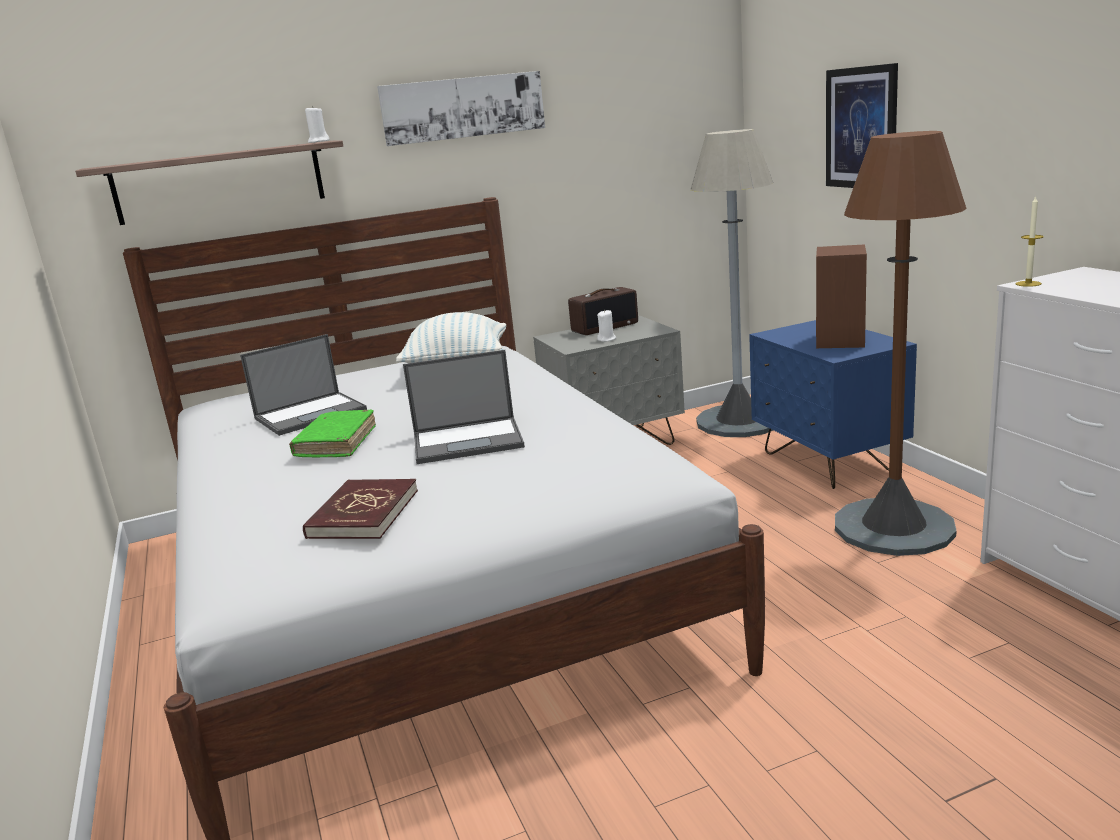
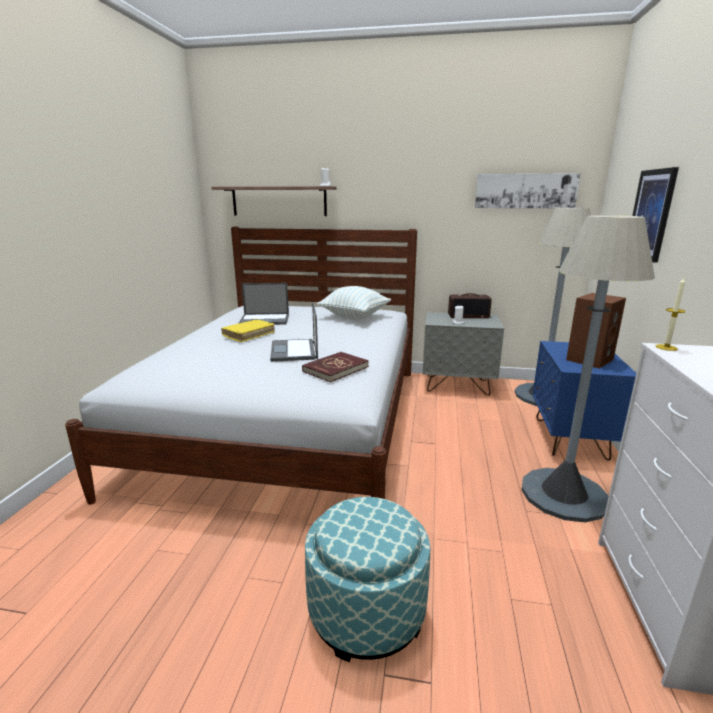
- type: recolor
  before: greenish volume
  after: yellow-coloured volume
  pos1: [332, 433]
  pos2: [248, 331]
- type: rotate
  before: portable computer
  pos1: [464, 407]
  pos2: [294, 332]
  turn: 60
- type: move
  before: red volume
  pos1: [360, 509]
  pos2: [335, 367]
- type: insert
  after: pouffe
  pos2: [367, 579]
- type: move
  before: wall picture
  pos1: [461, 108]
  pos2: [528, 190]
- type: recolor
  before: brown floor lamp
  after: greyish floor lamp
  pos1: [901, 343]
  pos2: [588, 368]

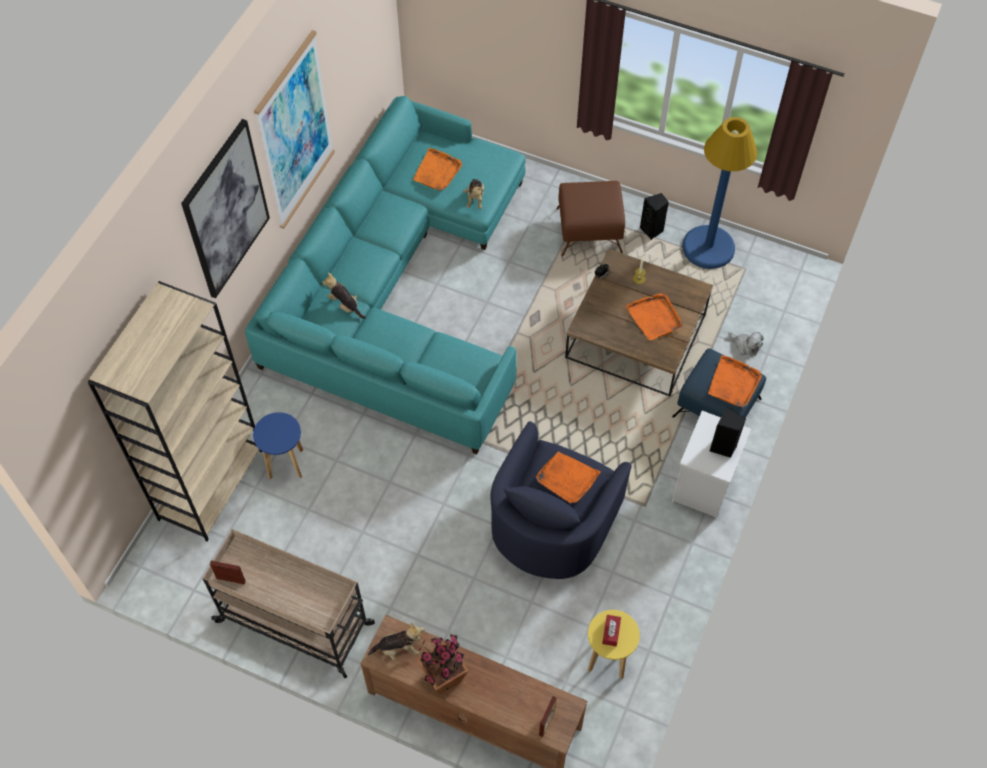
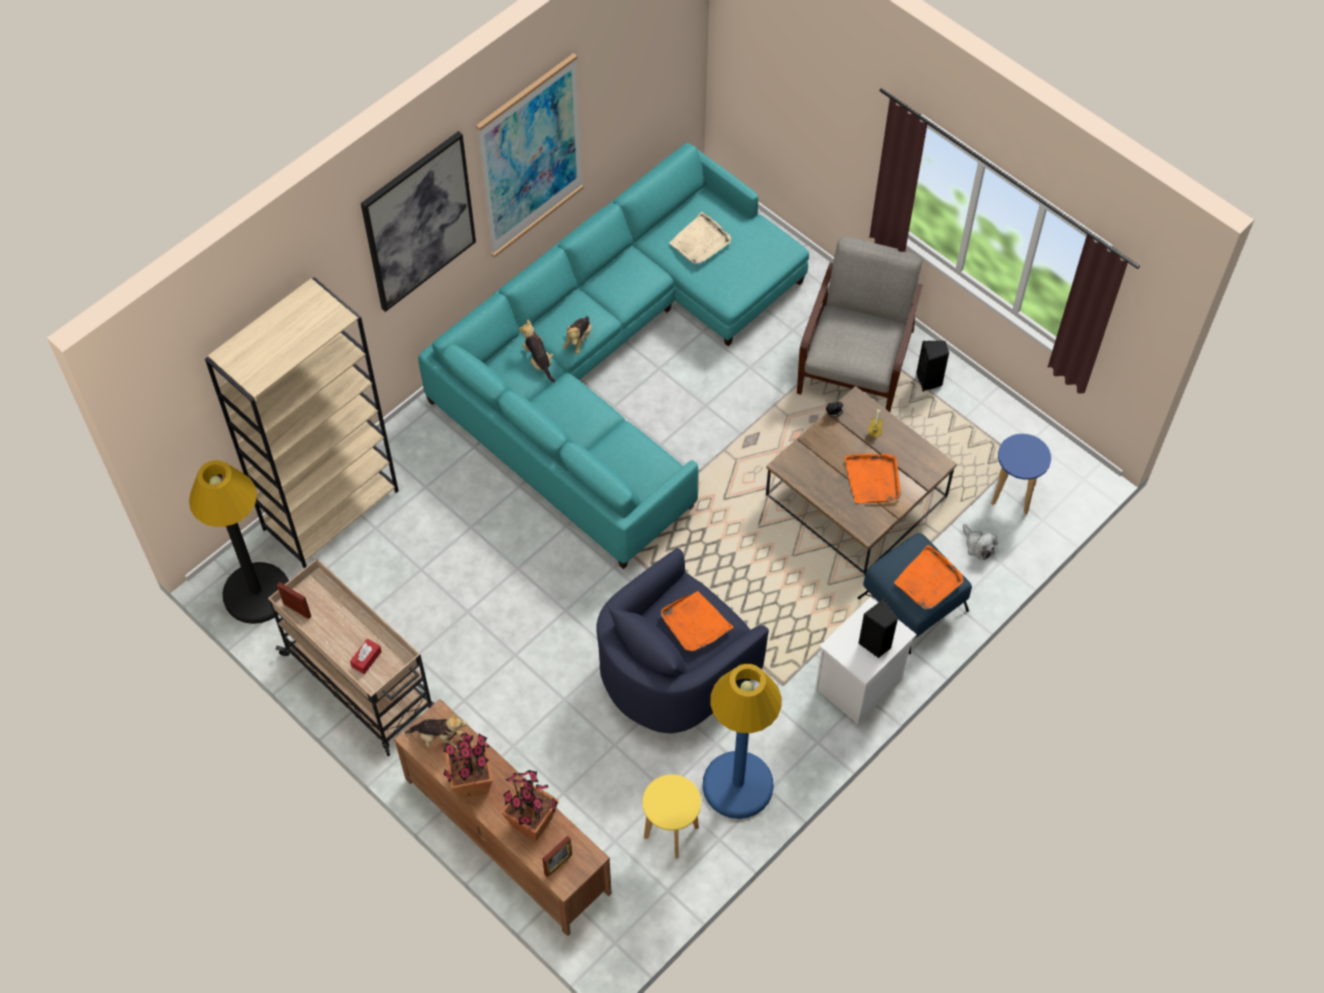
- type: insert
  after: black-coloured floor lamp
  pos2: [239, 542]
- type: move
  before: red tissue box
  pos1: [611, 630]
  pos2: [366, 656]
- type: insert
  after: potted plant
  pos2: [530, 805]
- type: move
  before: cuddly toy
  pos1: [474, 194]
  pos2: [577, 335]
- type: recolor
  before: orange carrying tray
  after: sand-coloured carrying tray
  pos1: [437, 169]
  pos2: [700, 238]
- type: move
  before: blue floor lamp
  pos1: [719, 193]
  pos2: [742, 741]
- type: replace
  before: brown pouffe
  after: greyish easy chair
  pos1: [590, 218]
  pos2: [860, 324]
- type: move
  before: blue stool
  pos1: [278, 445]
  pos2: [1021, 474]

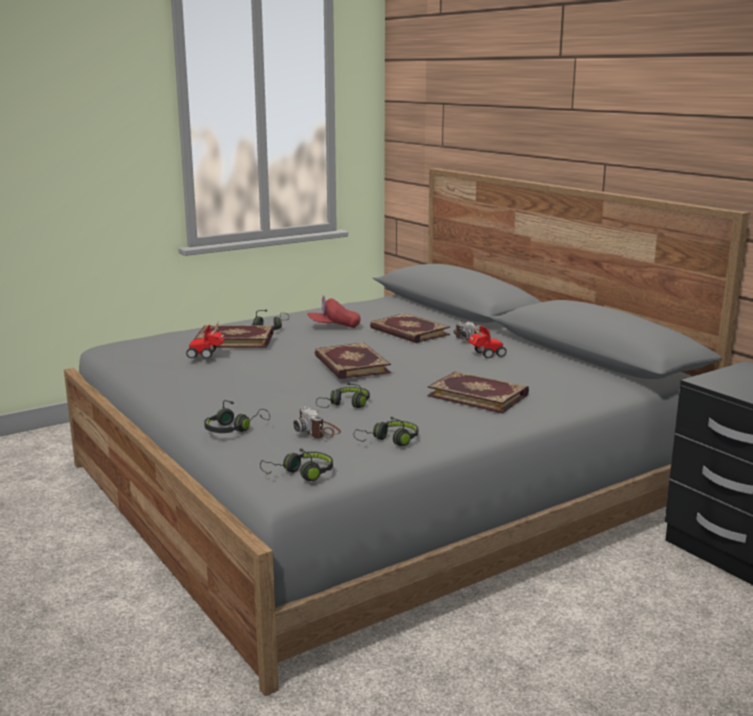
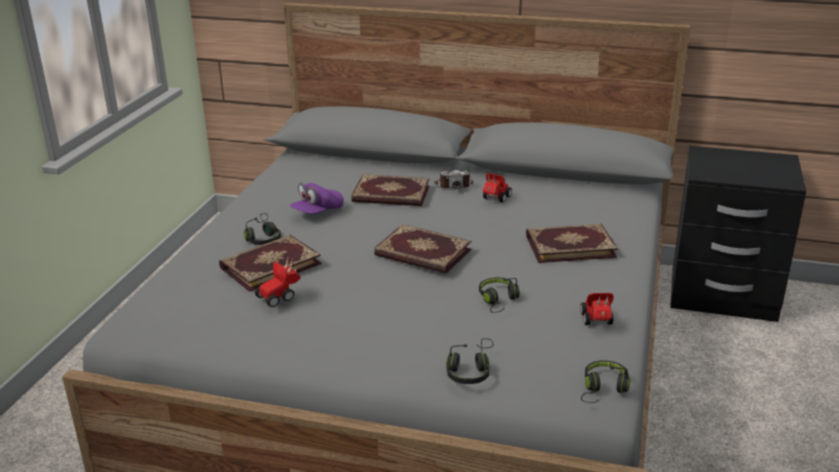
- type: recolor
  before: red cap
  after: purplish cap
  pos1: [334, 312]
  pos2: [317, 198]
- type: replace
  before: black-coloured pair of headphones
  after: model car
  pos1: [385, 431]
  pos2: [597, 309]
- type: delete
  before: still camera
  pos1: [317, 422]

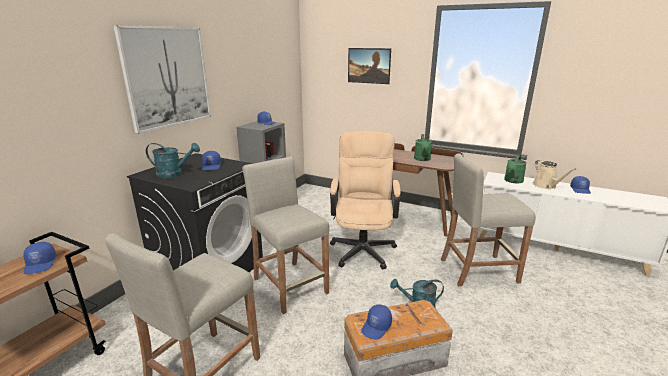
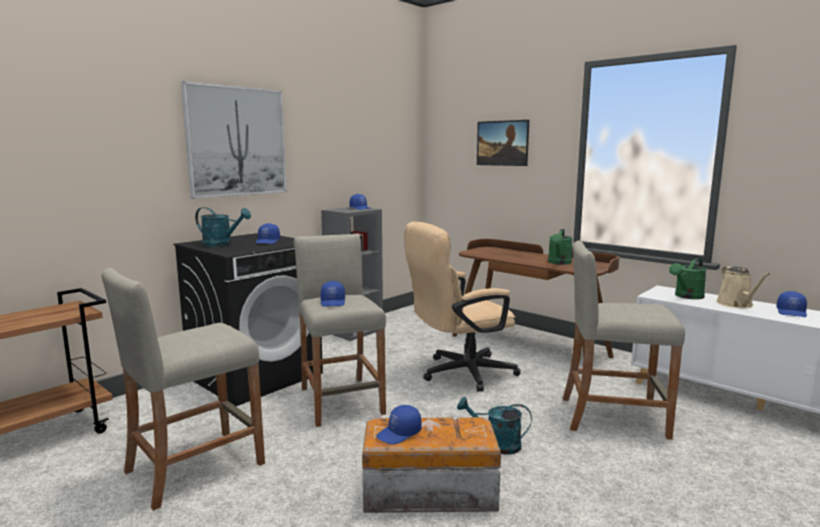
- type: move
  before: blue cap
  pos1: [40, 258]
  pos2: [333, 293]
- type: rotate
  before: sand-coloured desk chair
  pos1: [365, 200]
  pos2: [462, 307]
  turn: -135

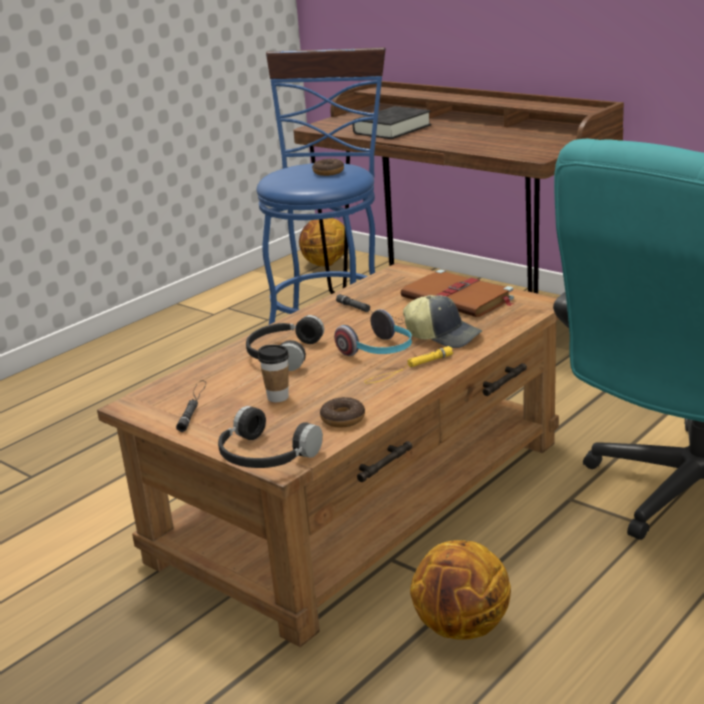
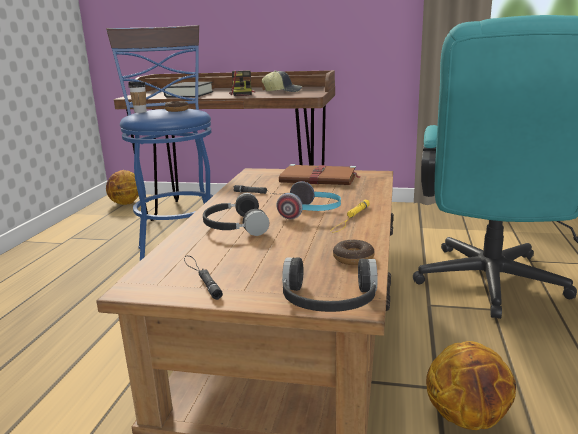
- type: move
  before: small cup
  pos1: [273, 373]
  pos2: [137, 97]
- type: insert
  after: still camera
  pos2: [242, 83]
- type: move
  before: cap
  pos1: [442, 321]
  pos2: [282, 81]

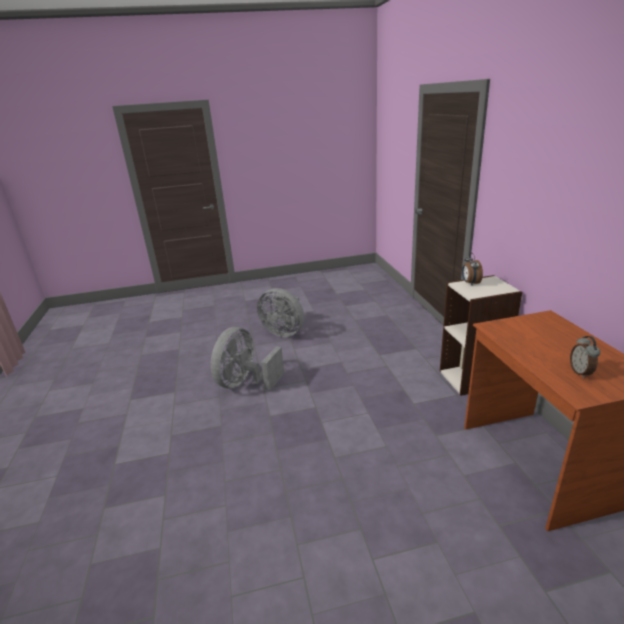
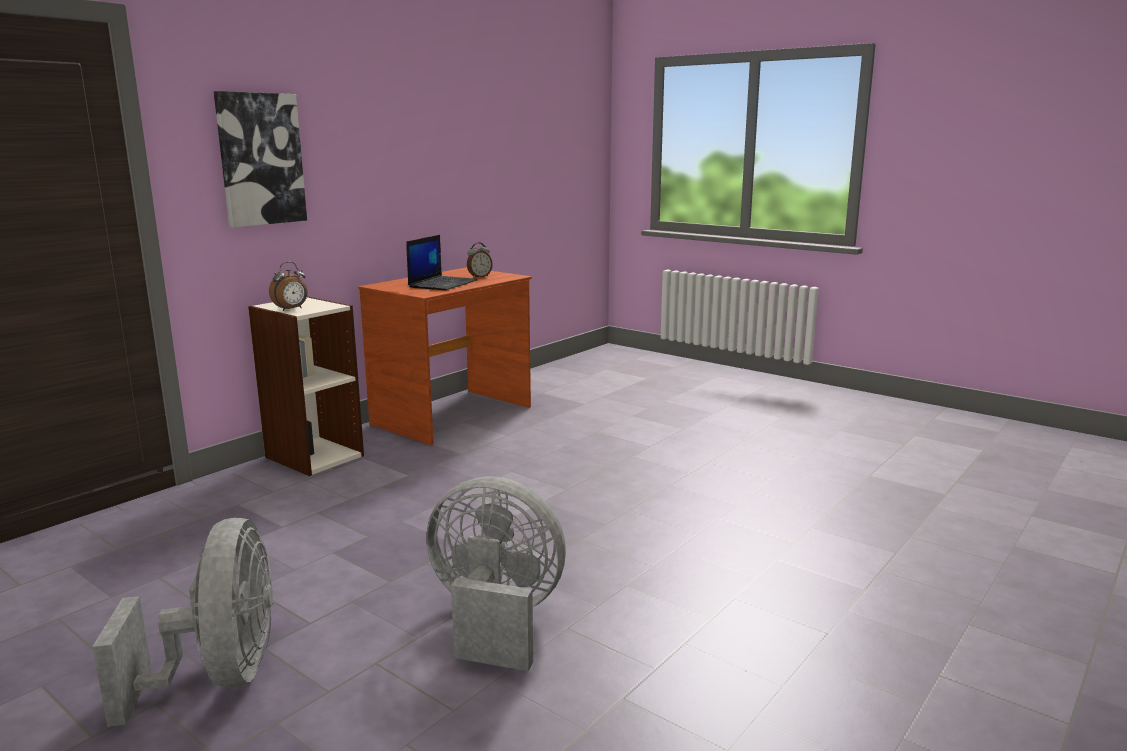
- type: insert
  after: wall picture
  pos2: [260, 159]
- type: insert
  after: portable computer
  pos2: [441, 263]
- type: rotate
  before: greyish fan
  pos1: [247, 359]
  pos2: [496, 573]
  turn: -150

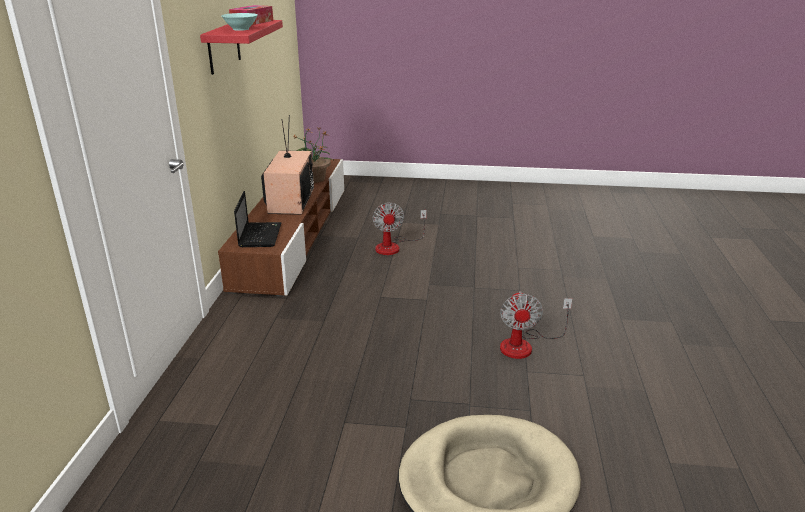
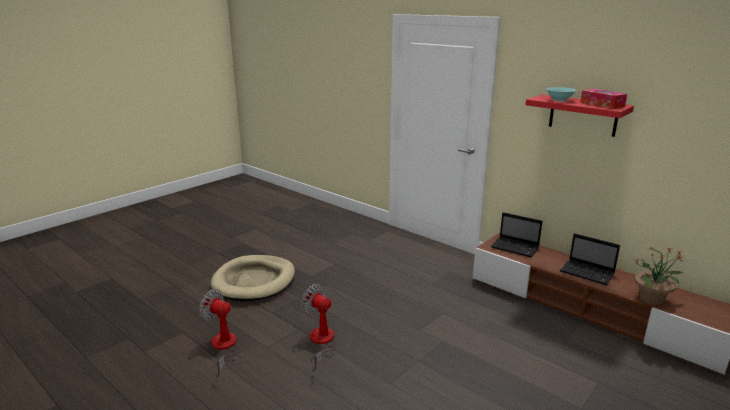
- type: move
  before: fan
  pos1: [400, 228]
  pos2: [219, 333]
- type: replace
  before: television
  after: portable computer
  pos1: [287, 165]
  pos2: [590, 259]

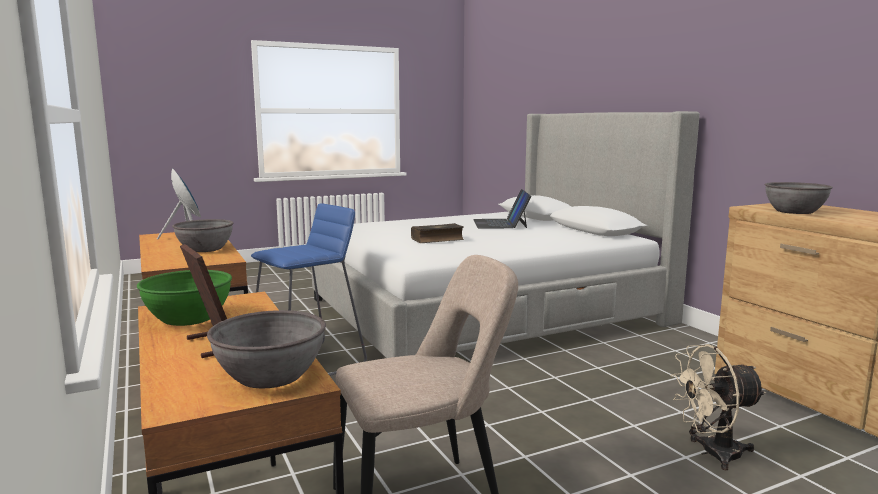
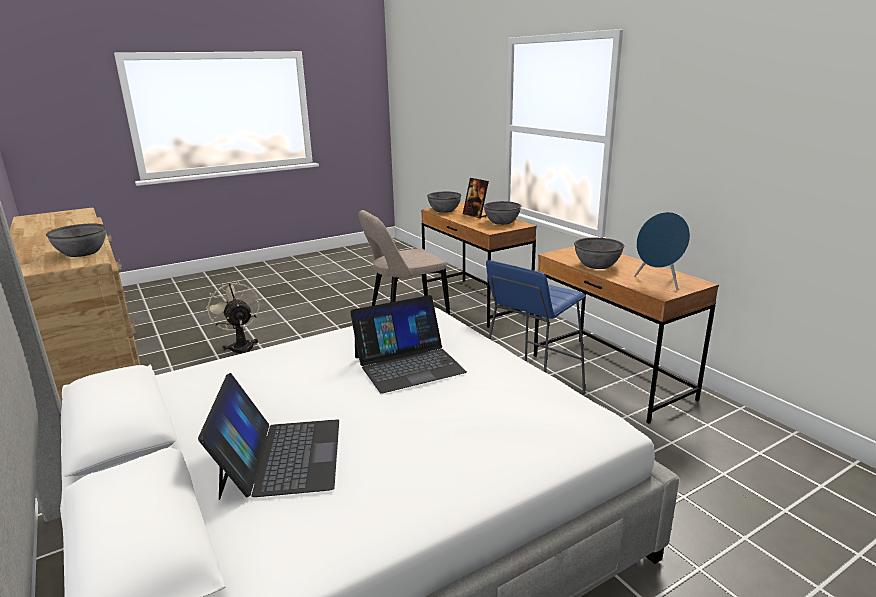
- type: rotate
  before: sand-coloured fan
  pos1: [718, 407]
  pos2: [232, 317]
  turn: -105
- type: replace
  before: volume
  after: portable computer
  pos1: [437, 233]
  pos2: [408, 344]
- type: recolor
  before: greenish bowl
  after: greyish bowl
  pos1: [184, 298]
  pos2: [502, 213]

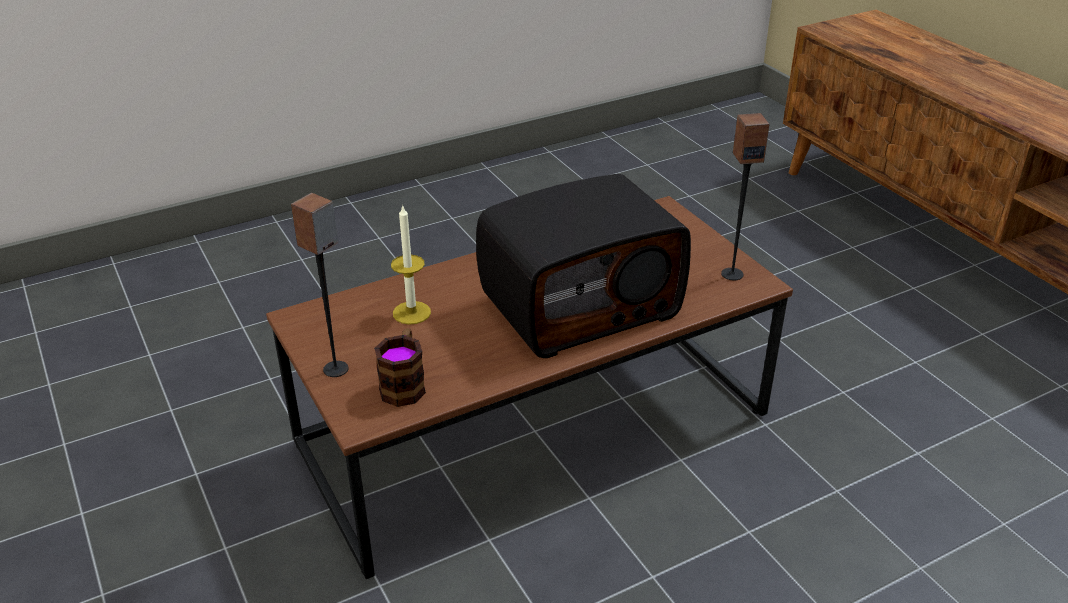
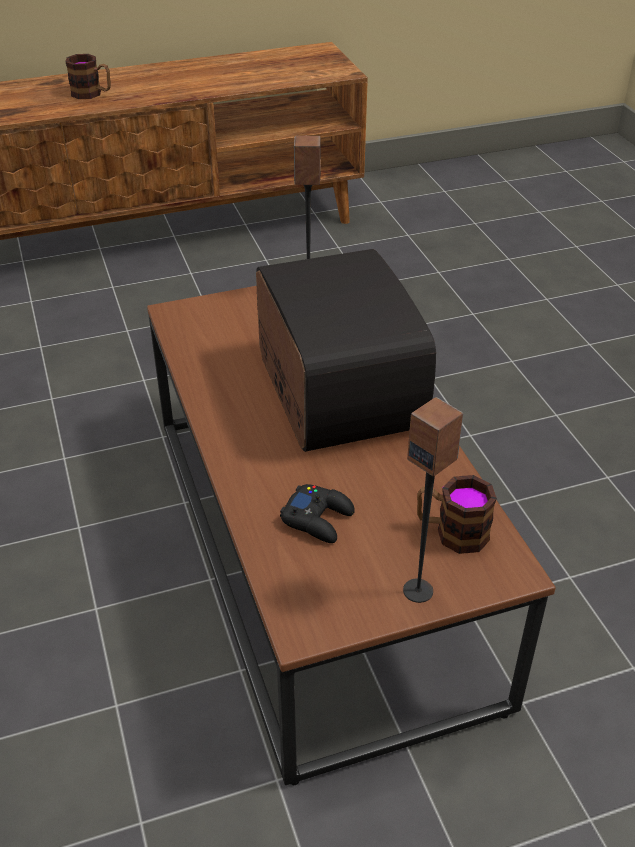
- type: insert
  after: coffee mug
  pos2: [88, 76]
- type: replace
  before: candle
  after: black-coloured joypad
  pos1: [411, 264]
  pos2: [317, 513]

